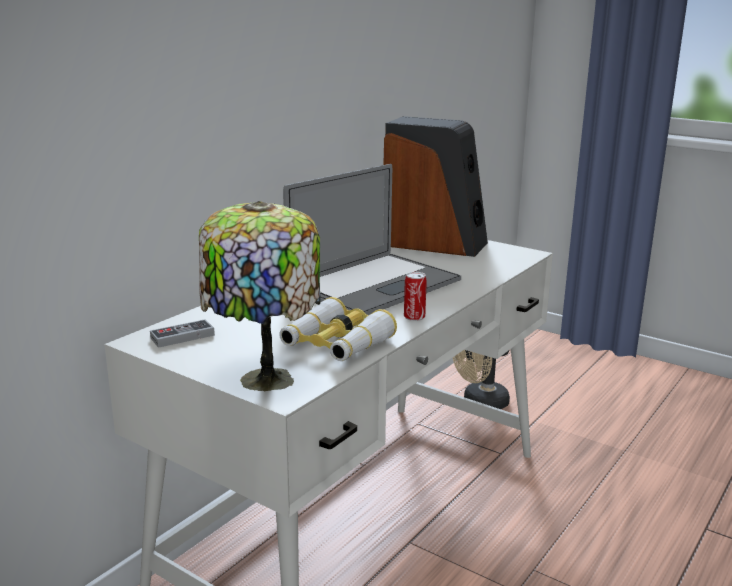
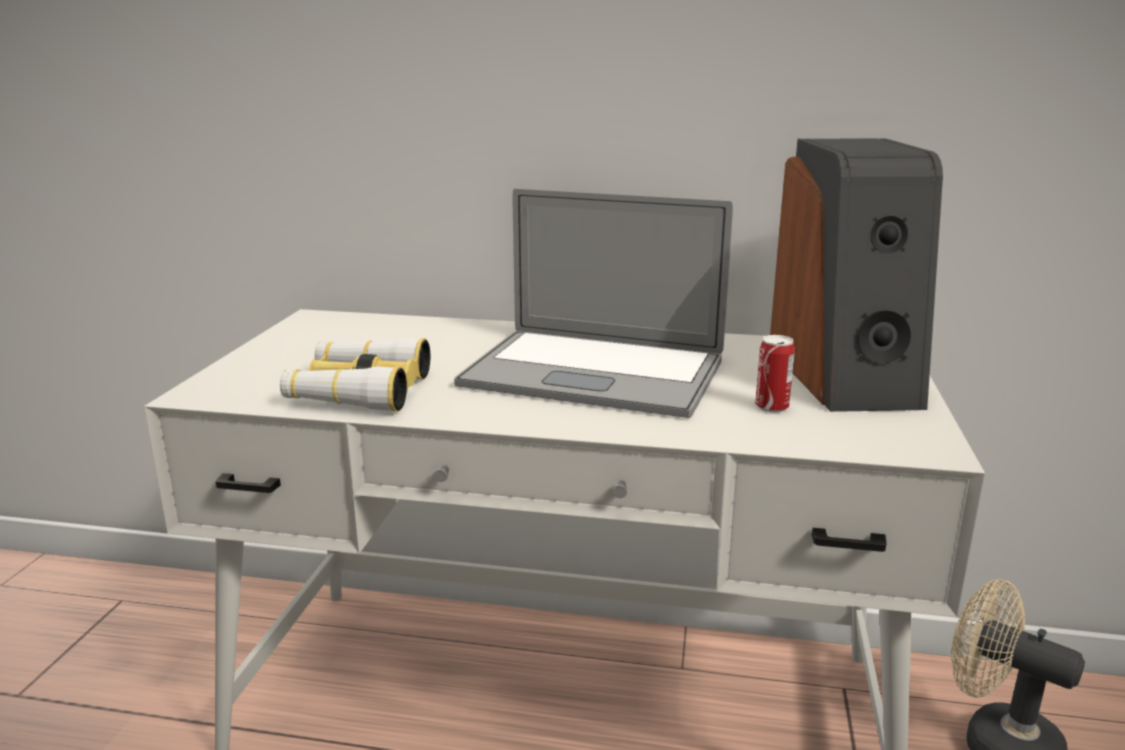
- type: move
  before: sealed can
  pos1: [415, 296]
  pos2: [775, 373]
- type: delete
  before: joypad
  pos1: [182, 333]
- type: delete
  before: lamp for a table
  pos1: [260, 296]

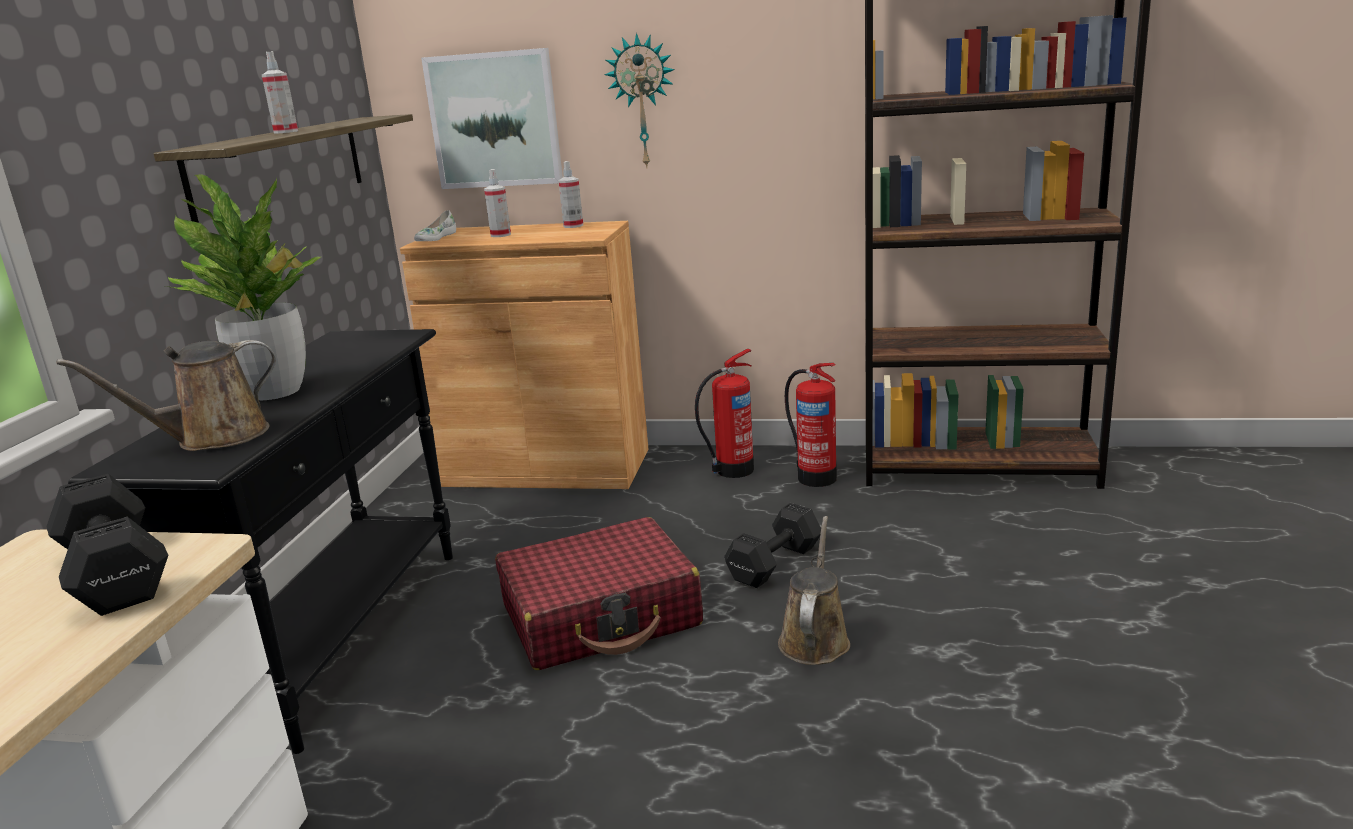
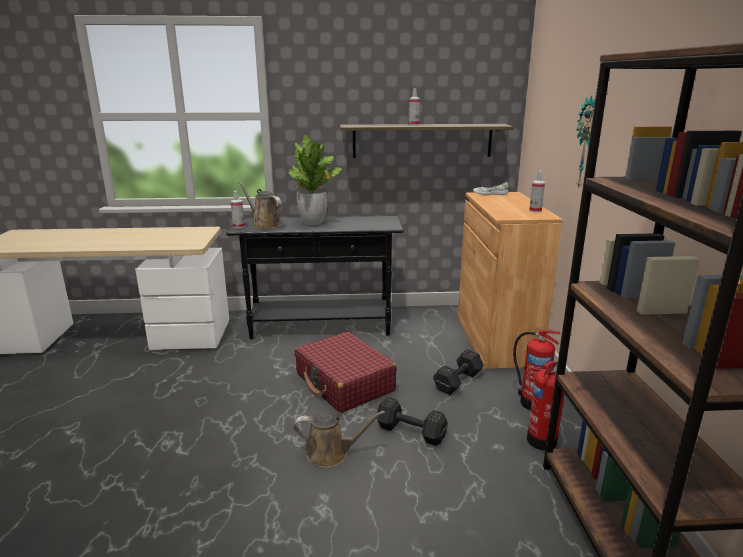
- type: move
  before: spray bottle
  pos1: [497, 203]
  pos2: [237, 209]
- type: move
  before: black-coloured free weight
  pos1: [107, 545]
  pos2: [458, 372]
- type: delete
  before: wall picture
  pos1: [492, 118]

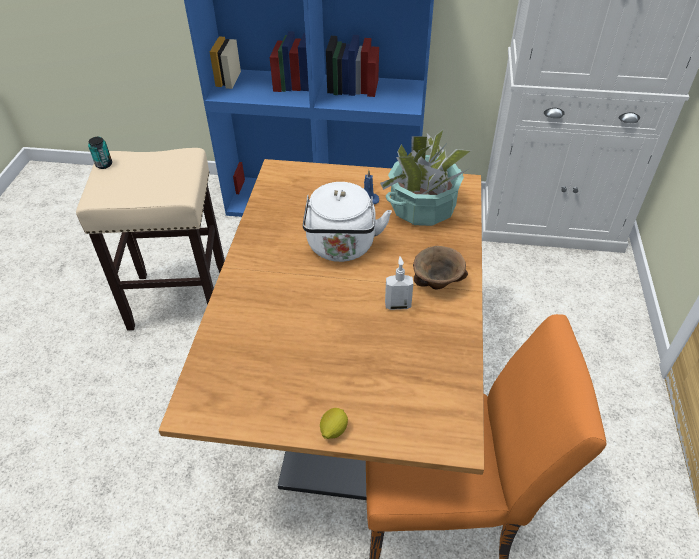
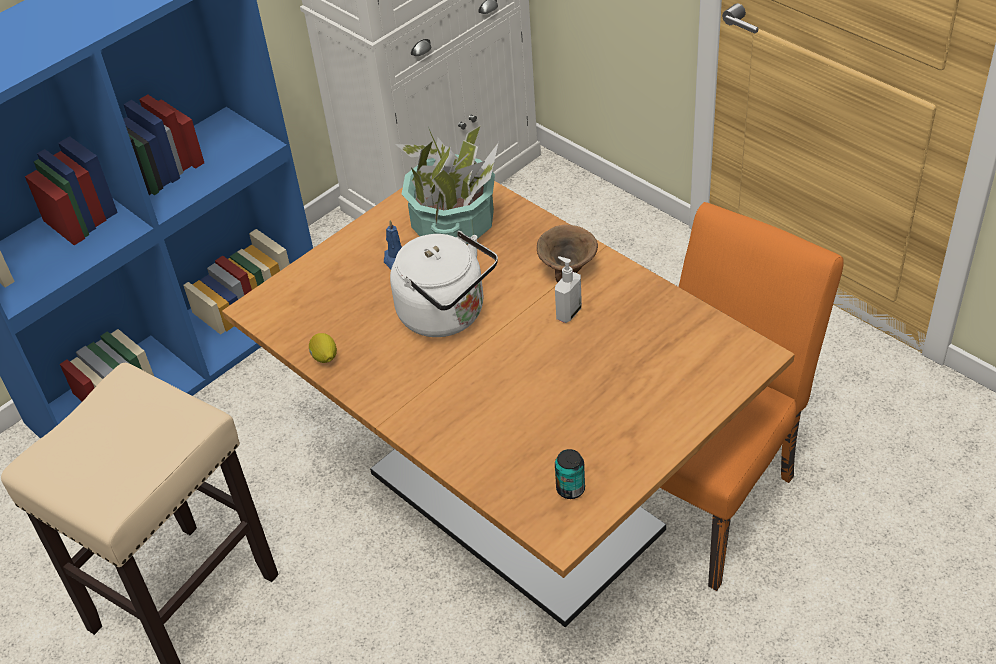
- type: move
  before: whole lemon
  pos1: [334, 423]
  pos2: [323, 348]
- type: move
  before: sealed can
  pos1: [100, 153]
  pos2: [570, 474]

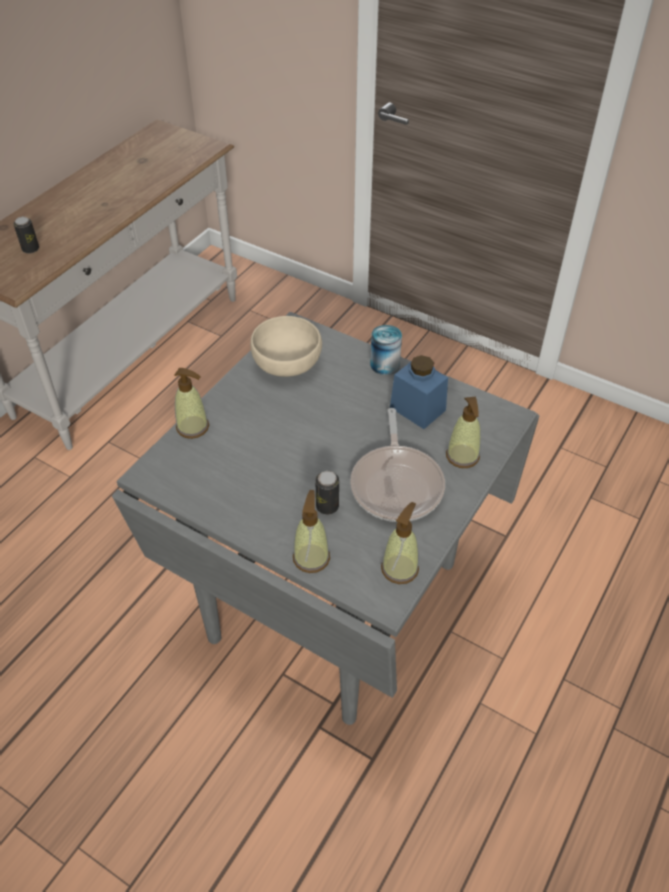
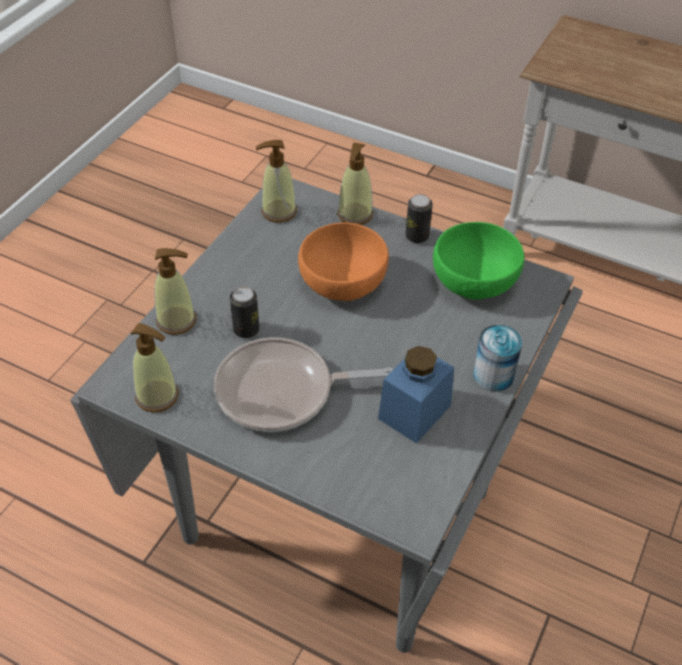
- type: move
  before: liquid soap bottle
  pos1: [463, 432]
  pos2: [276, 181]
- type: insert
  after: orange bowl
  pos2: [343, 261]
- type: move
  before: sealed can
  pos1: [26, 235]
  pos2: [419, 218]
- type: recolor
  before: sand-coloured bowl
  after: greenish bowl
  pos1: [286, 346]
  pos2: [478, 261]

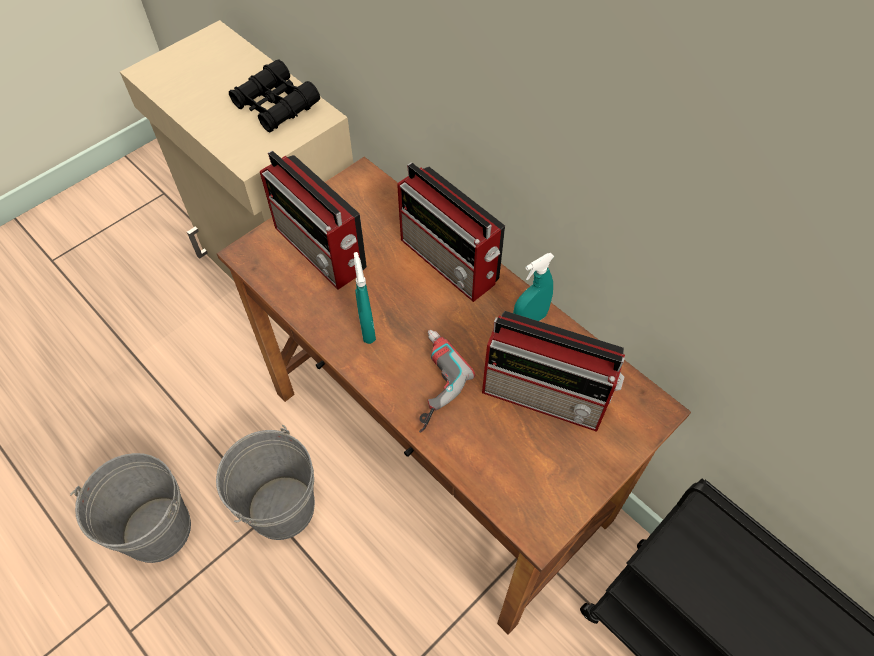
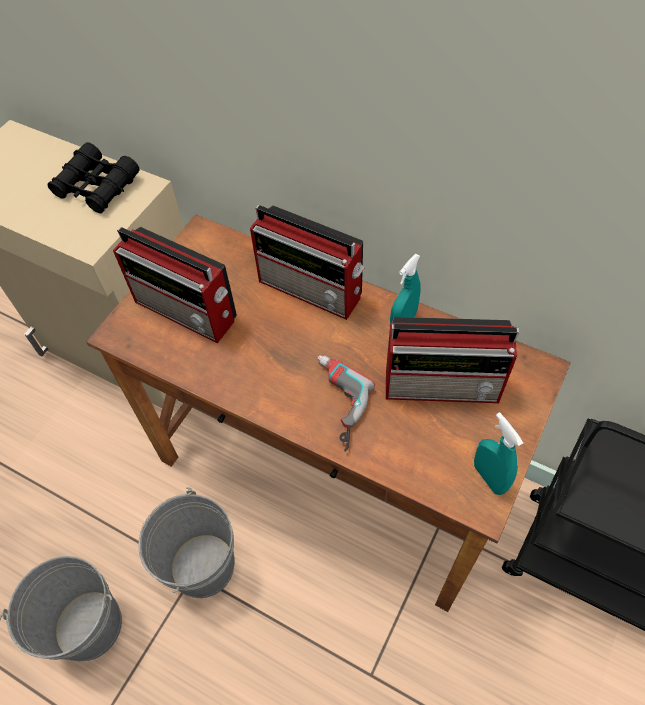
- type: move
  before: blue-green spray bottle
  pos1: [365, 298]
  pos2: [498, 453]

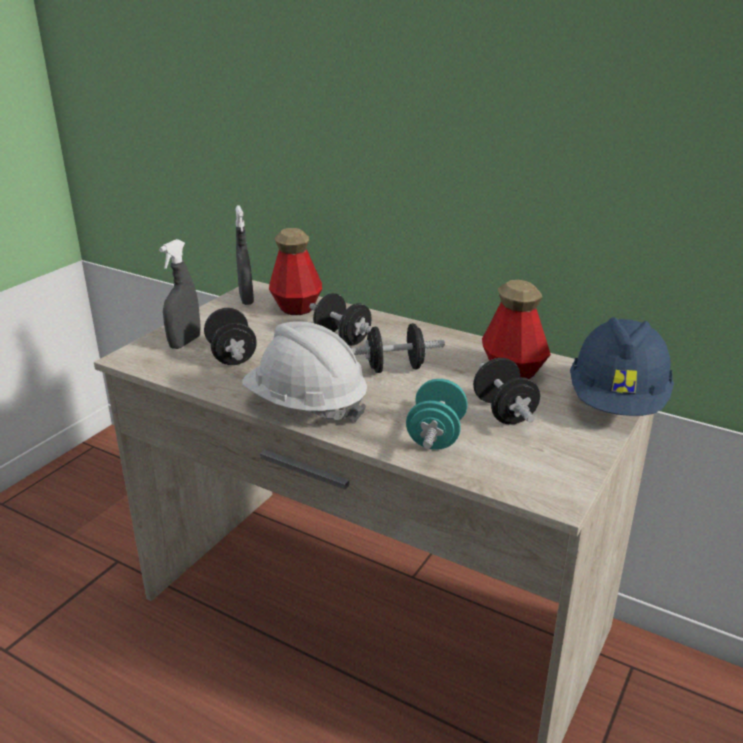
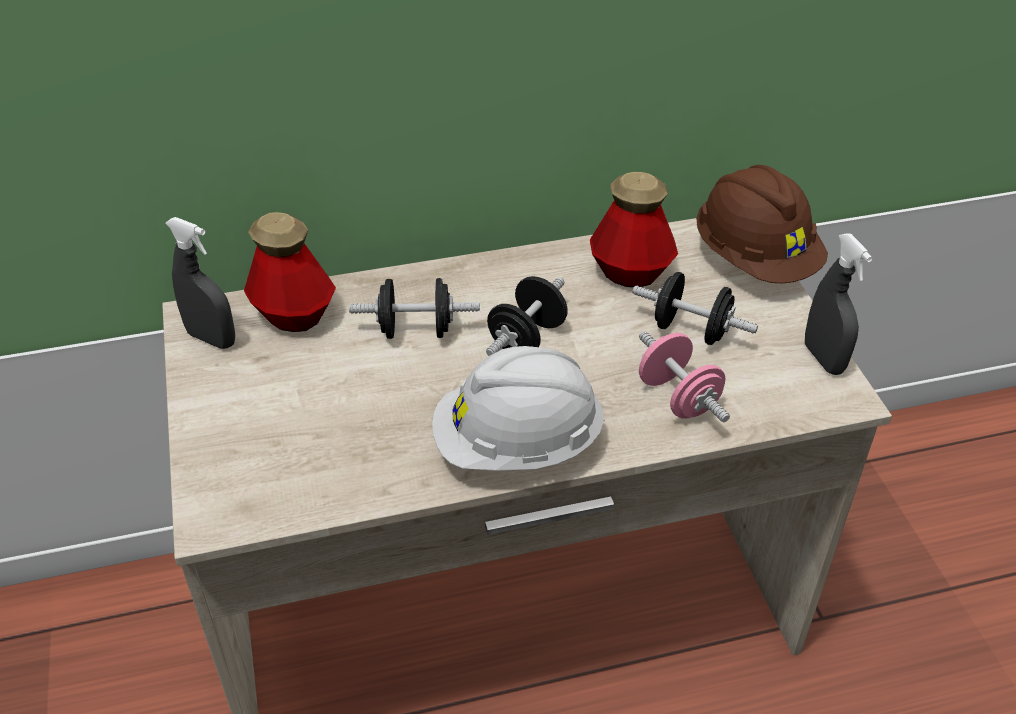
- type: recolor
  before: blue-green free weight
  after: pinkish free weight
  pos1: [437, 414]
  pos2: [684, 376]
- type: recolor
  before: blue hard hat
  after: brown hard hat
  pos1: [622, 366]
  pos2: [762, 224]
- type: move
  before: greyish spray bottle
  pos1: [180, 294]
  pos2: [839, 304]
- type: delete
  before: black-coloured free weight
  pos1: [230, 336]

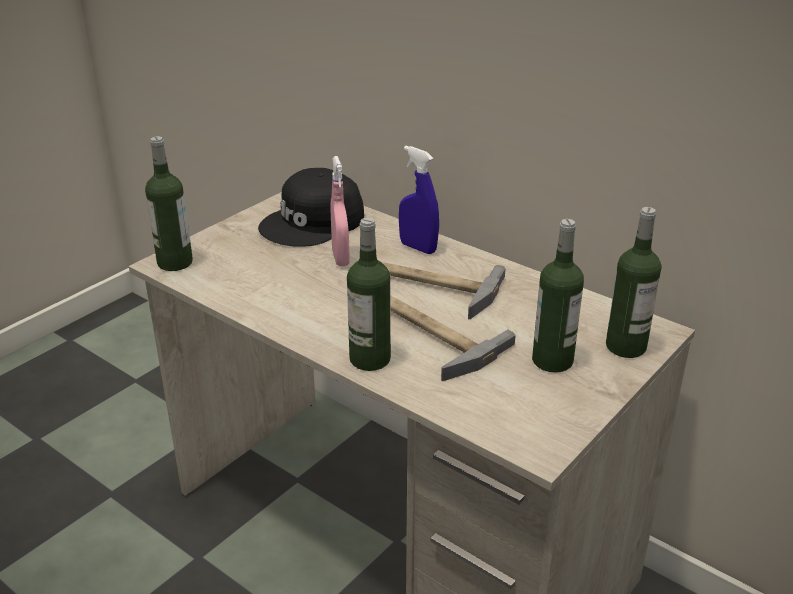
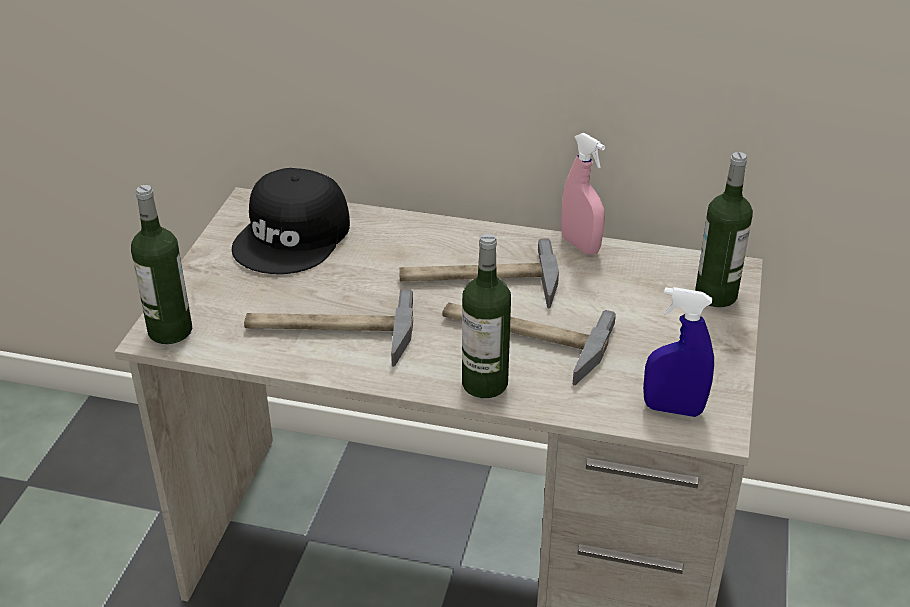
- type: insert
  after: hand hammer
  pos2: [328, 328]
- type: move
  before: pinkish spray bottle
  pos1: [340, 211]
  pos2: [583, 194]
- type: move
  before: blue spray bottle
  pos1: [419, 200]
  pos2: [678, 352]
- type: delete
  before: beverage bottle
  pos1: [558, 296]

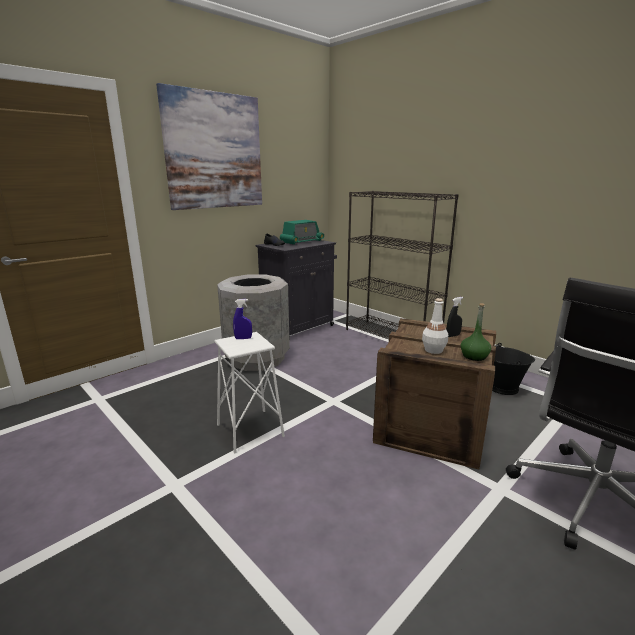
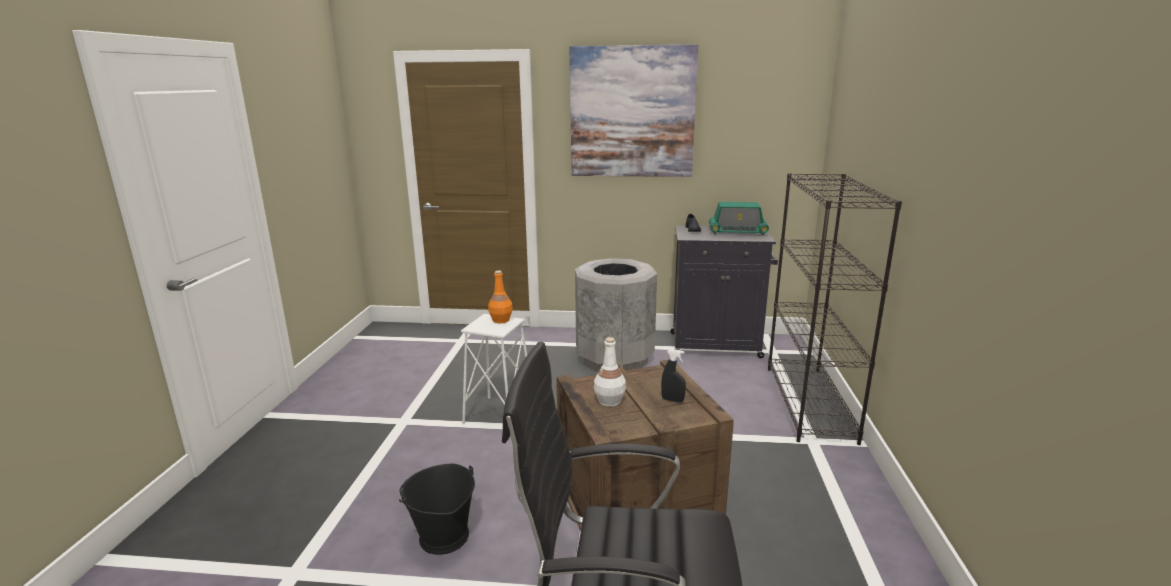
- type: move
  before: black-coloured water bucket
  pos1: [513, 369]
  pos2: [437, 509]
- type: replace
  before: blue spray bottle
  after: orange beverage bottle
  pos1: [242, 319]
  pos2: [500, 296]
- type: delete
  before: greenish beverage bottle
  pos1: [475, 332]

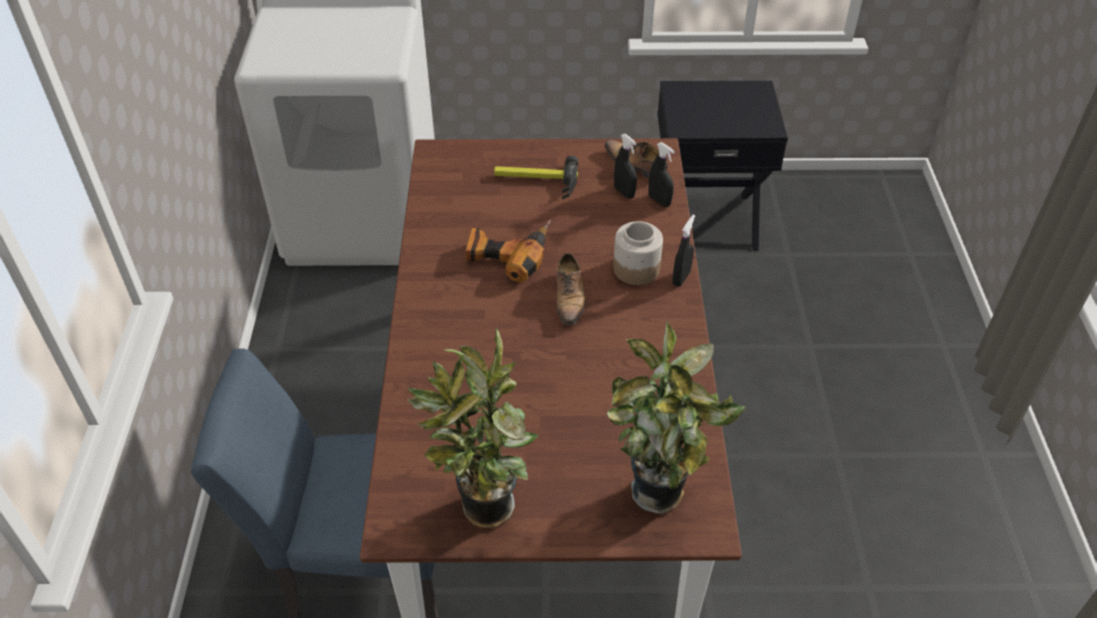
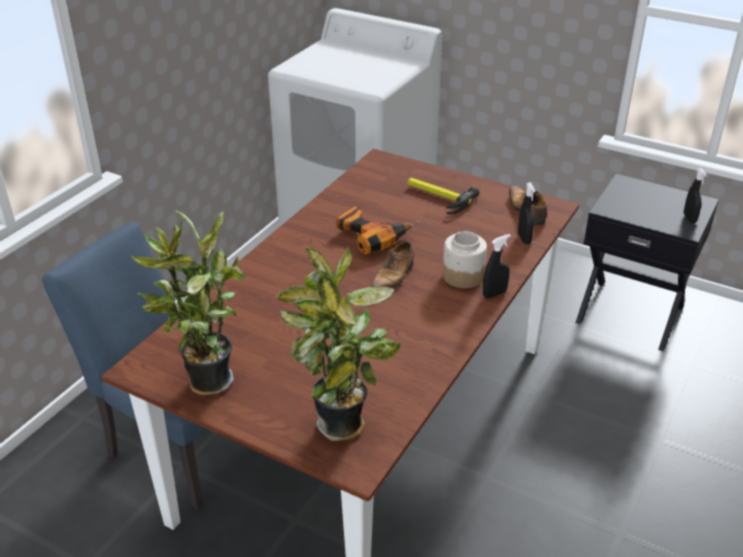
- type: move
  before: black-coloured spray bottle
  pos1: [625, 166]
  pos2: [695, 195]

